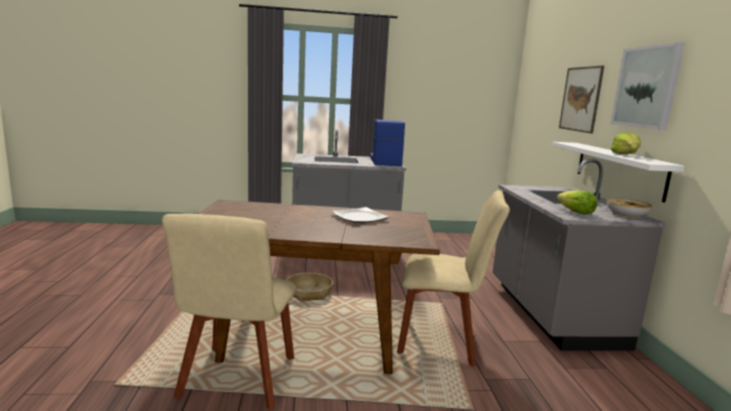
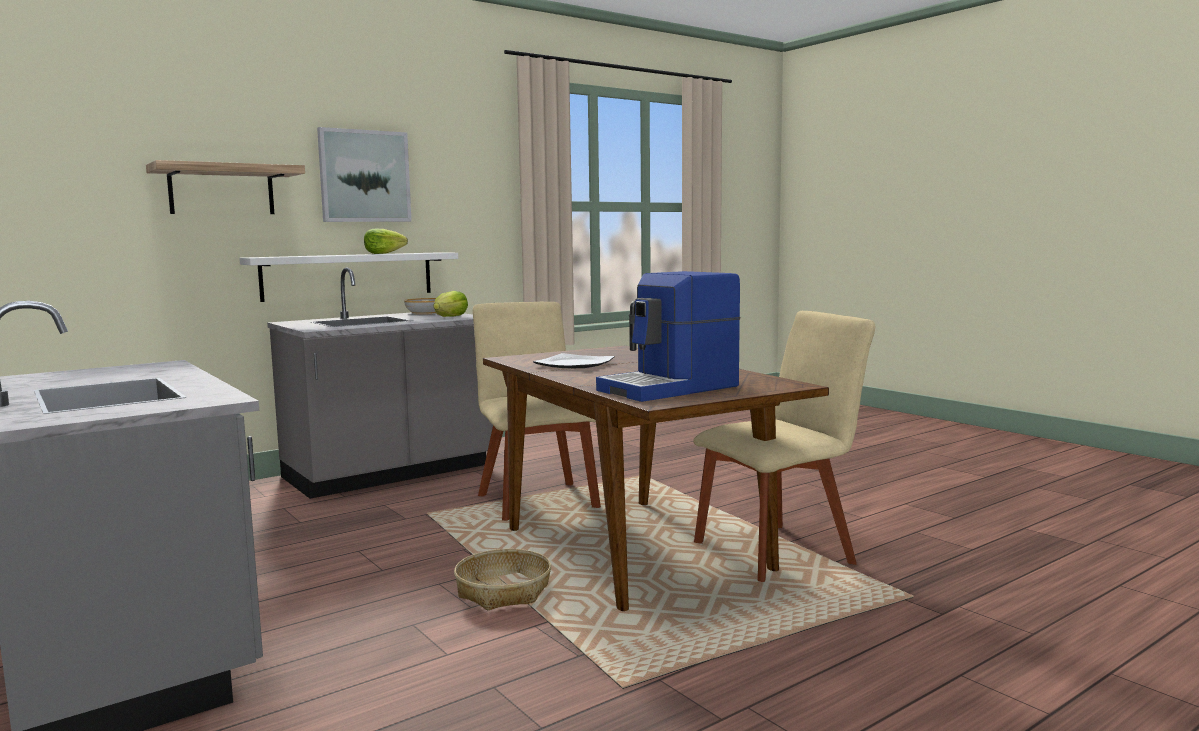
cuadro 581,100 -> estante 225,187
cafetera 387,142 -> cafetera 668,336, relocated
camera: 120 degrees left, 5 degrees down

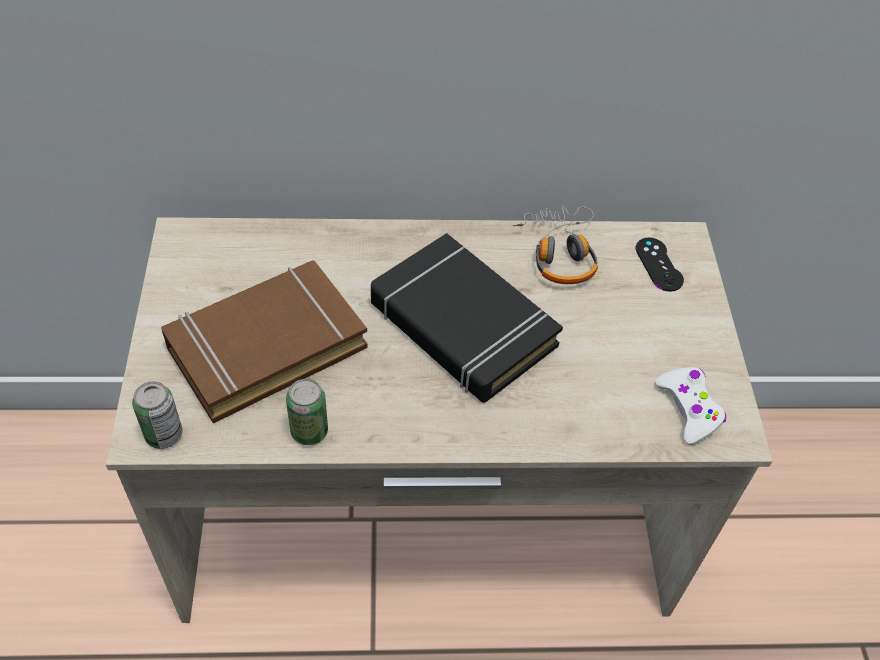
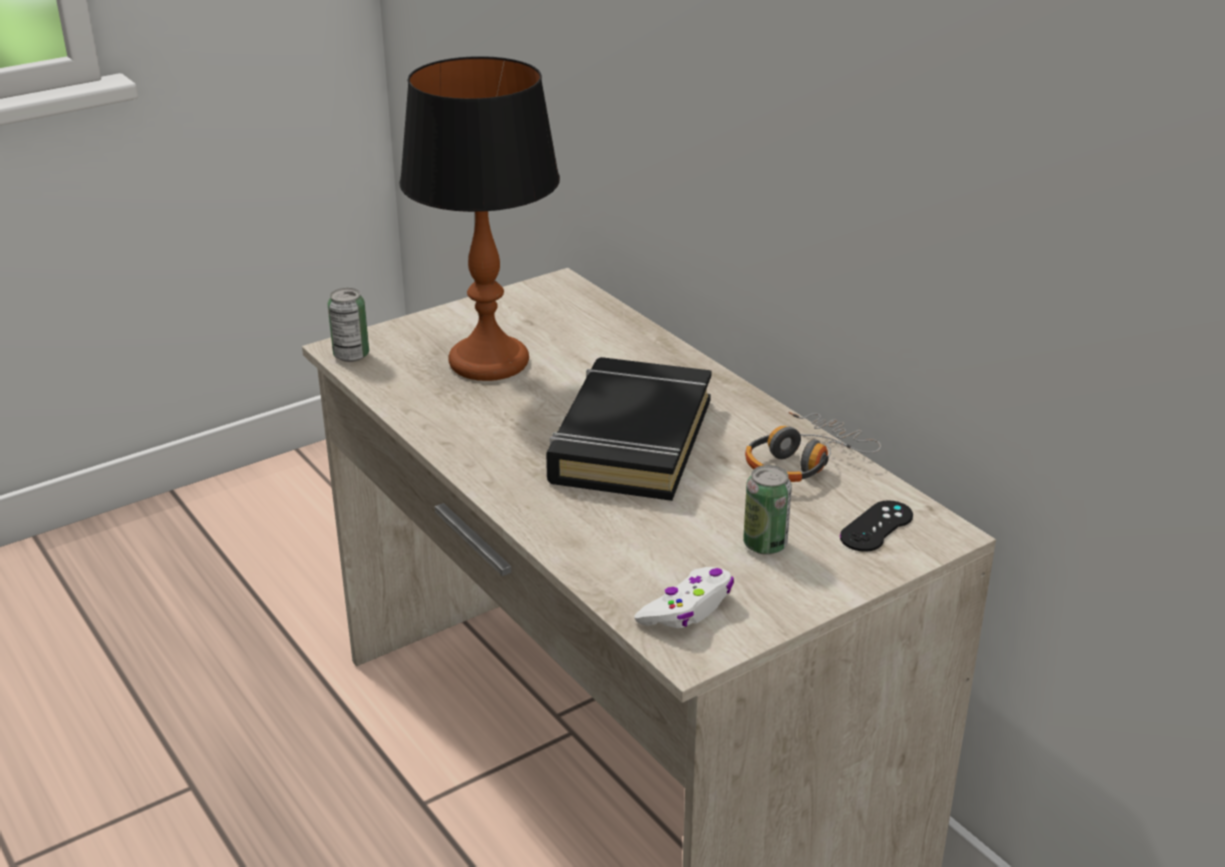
libro [marrón] 264,341 -> lámpara de mesa 479,218
lata 307,412 -> lata 767,510, relocated
camera: 60 degrees right, 20 degrees down

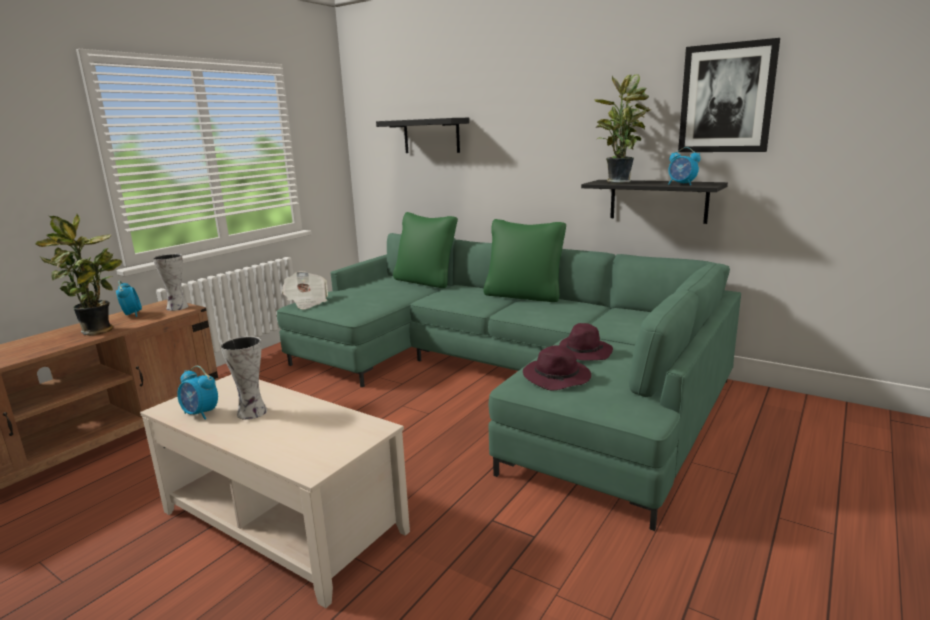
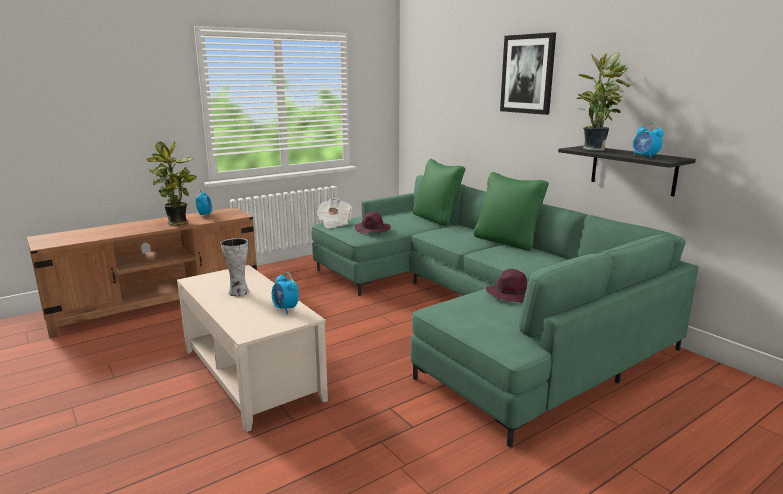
cuadro 729,95 -> cuadro 528,73, relocated
estante [negro] 422,135 -> none
florero 171,282 -> none
sombrero [morado] 557,367 -> sombrero [morado] 373,223, relocated
despertador 197,392 -> despertador 285,293, relocated
camera: 20 degrees right, 0 degrees up

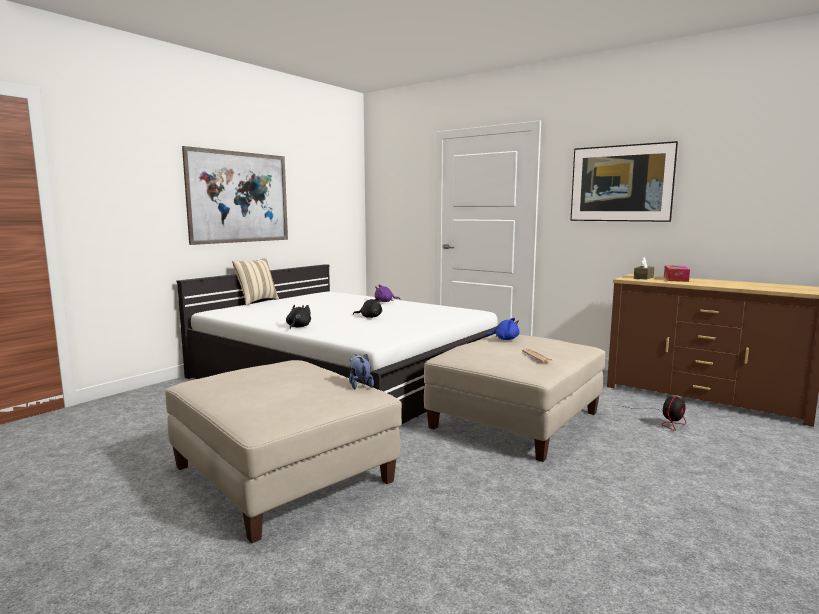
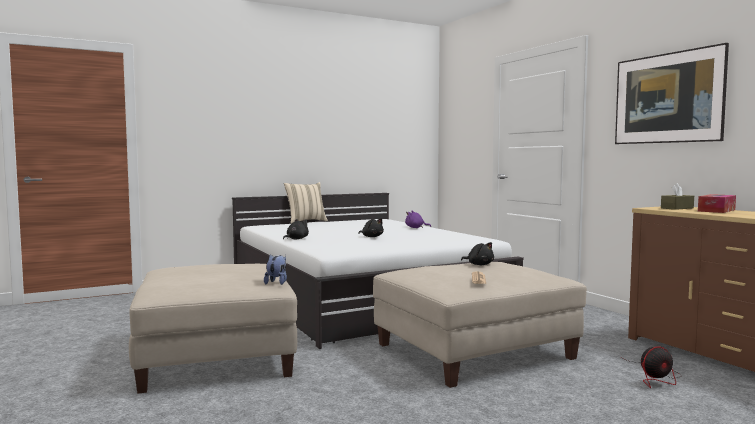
cuadro 235,195 -> none
peluche [azul] 502,329 -> peluche [negro] 477,253
camera: 25 degrees right, 5 degrees down

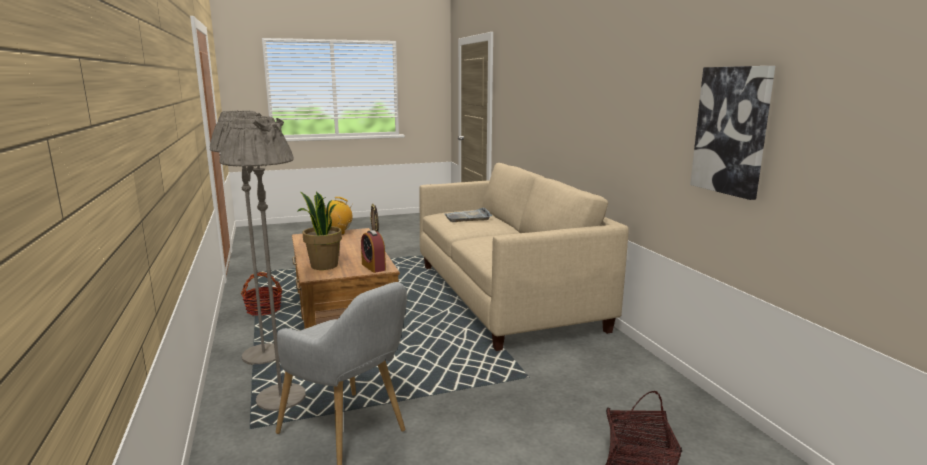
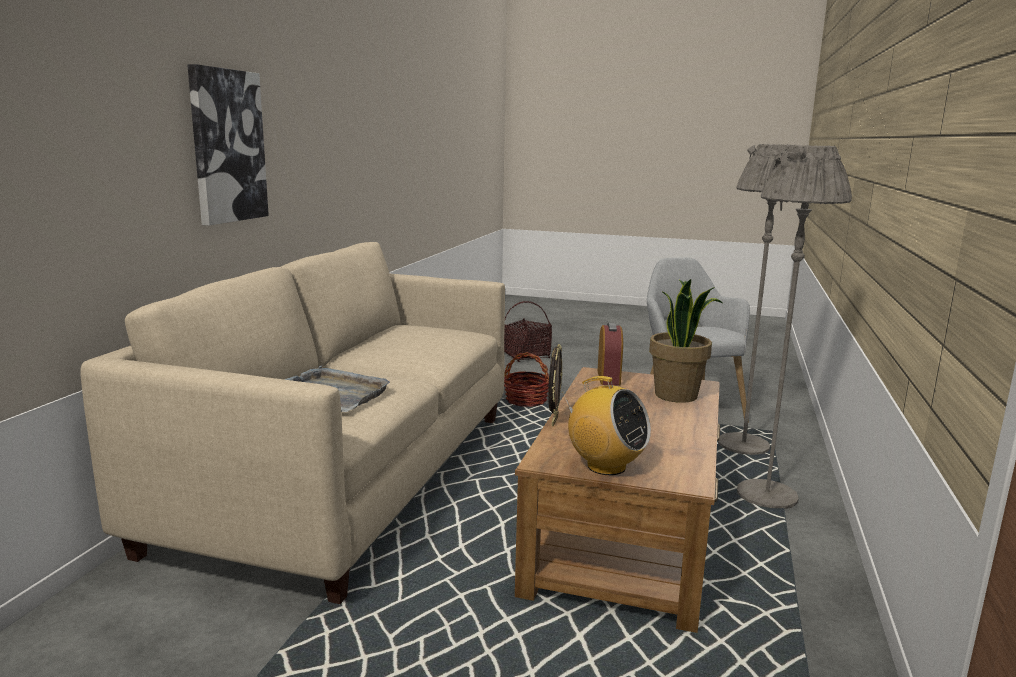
cuadro 732,133 -> cuadro 228,145, relocated
cesta 261,294 -> cesta 526,379, relocated
camera: 145 degrees left, 0 degrees up

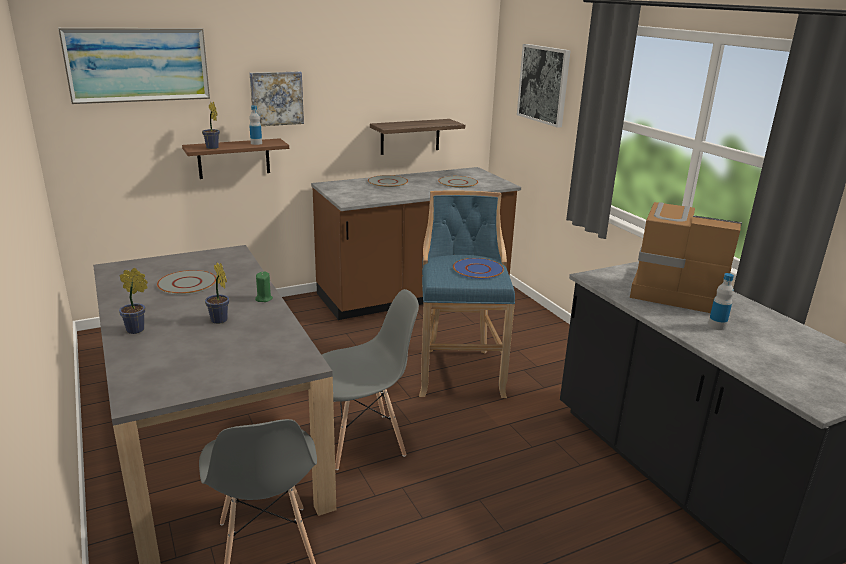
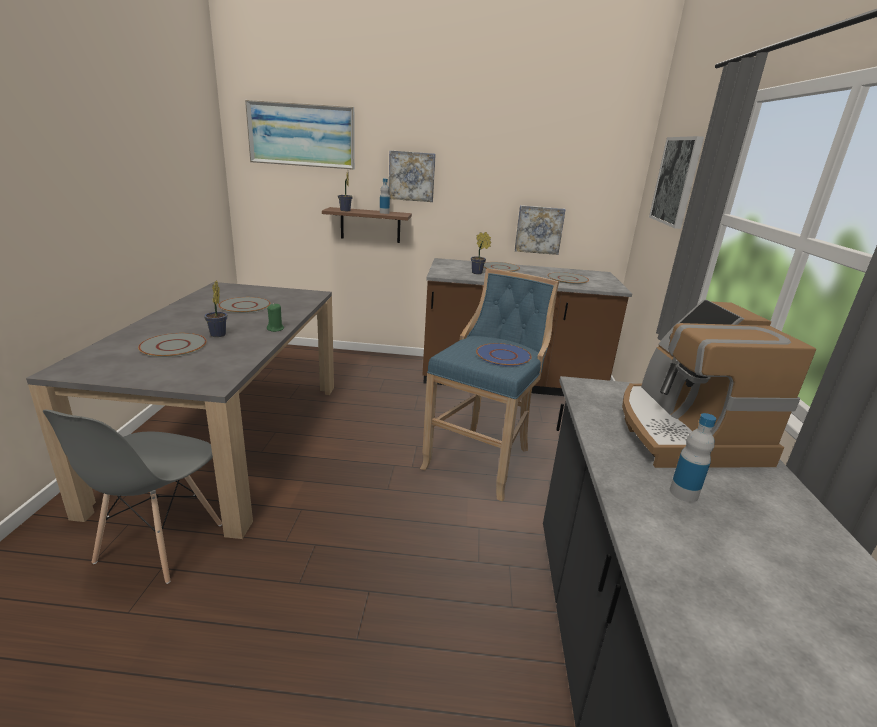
estante 417,137 -> cuadro 540,230
cafetera 686,257 -> cafetera 719,383, 150 degrees counterclockwise
planta en maceta 133,301 -> planta en maceta 481,253, relocated
silla [gris] 370,379 -> none
none -> plato [gris] 172,345
camera: 30 degrees right, 0 degrees up

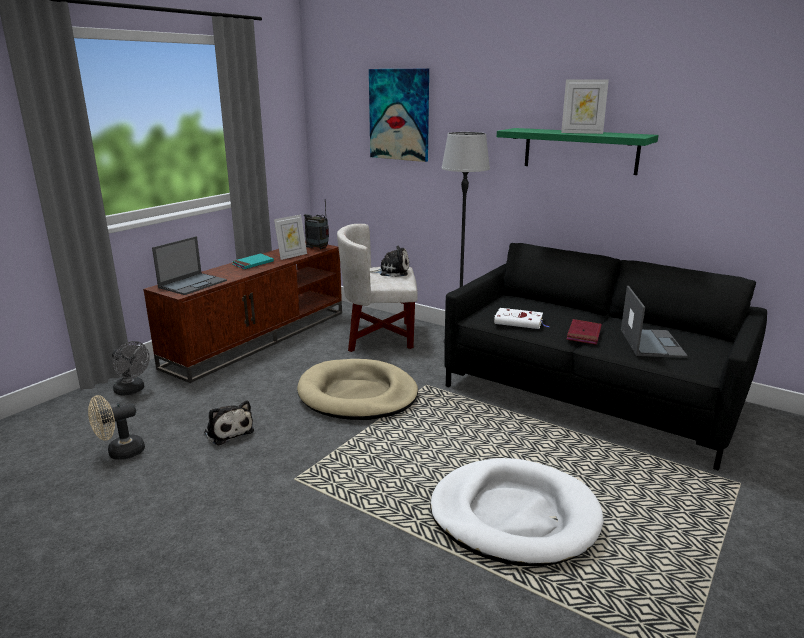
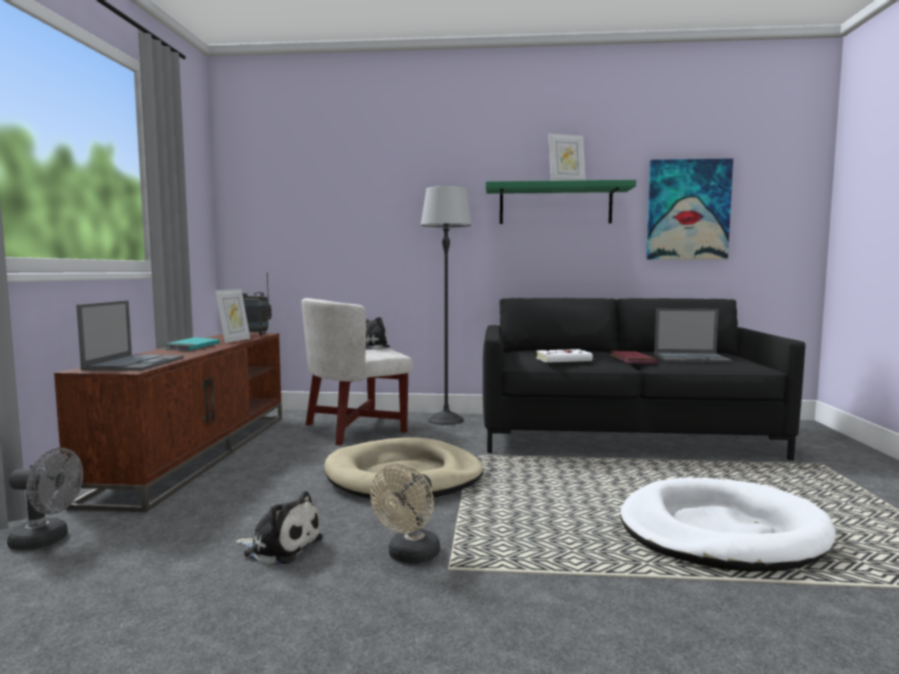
cuadro 399,115 -> cuadro 689,209, relocated
portátil 654,322 -> portátil 693,335, 120 degrees clockwise
ventilador [beis] 116,427 -> ventilador [beis] 405,513, relocated
camera: 30 degrees left, 15 degrees down

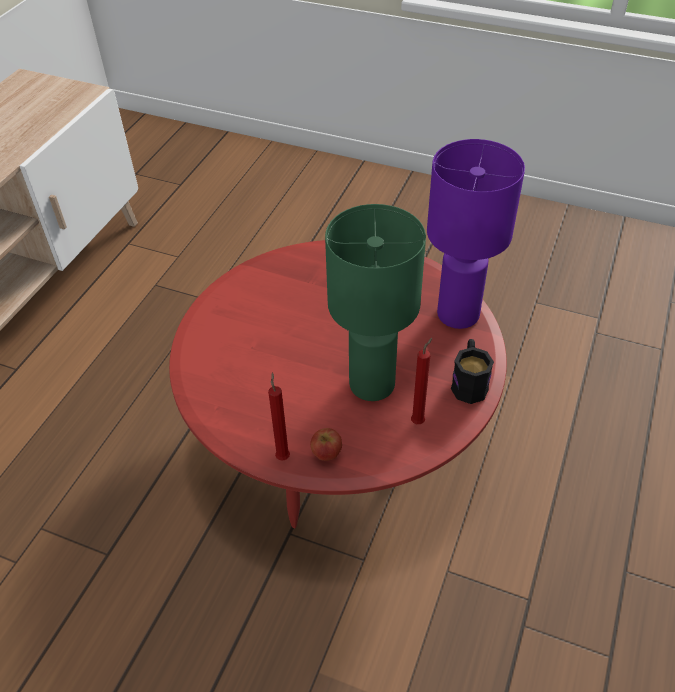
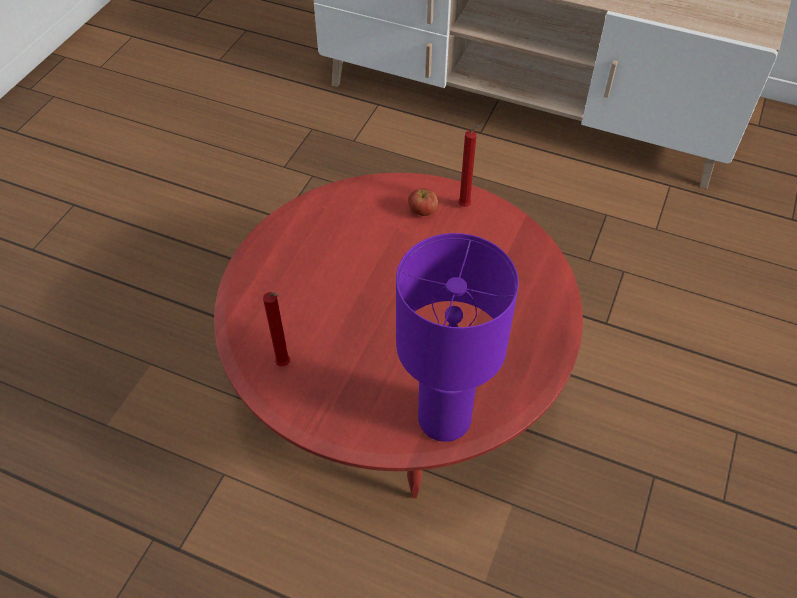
lámpara de mesa [verde] 375,302 -> none
taza grande [negro] 472,371 -> none
vela [rojo] 279,416 -> vela [rojo] 471,165, relocated
manzana 326,444 -> manzana 423,202, relocated
camera: 90 degrees right, 5 degrees up

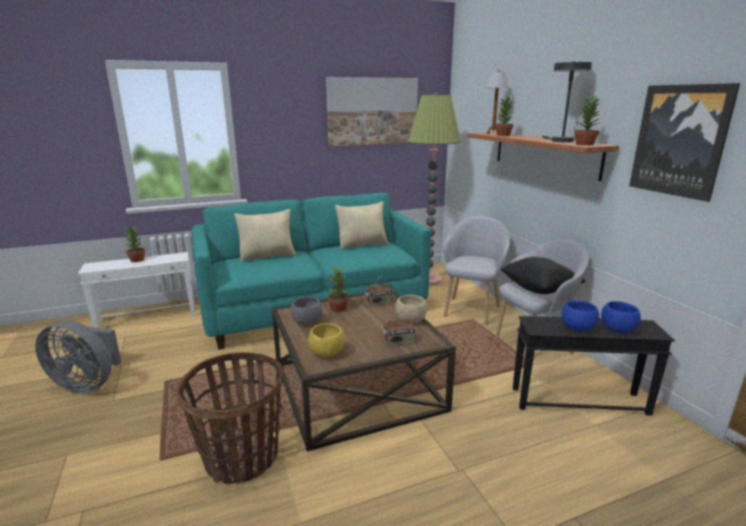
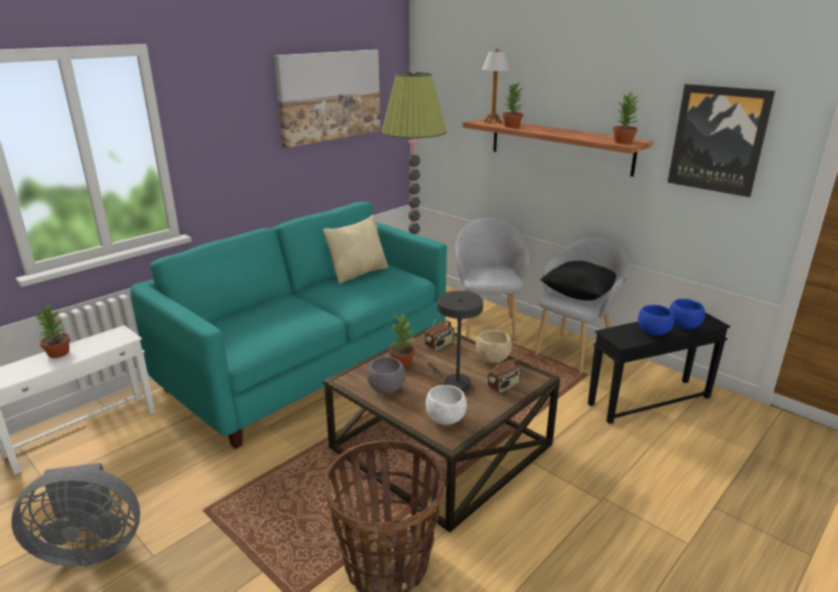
lámpara de mesa [gris] 567,102 -> lámpara de mesa [gris] 455,341, relocated
cojín [beis] 264,235 -> none
cuenco [amarillo] 326,340 -> cuenco [blanco] 446,405
camera: 25 degrees left, 5 degrees up

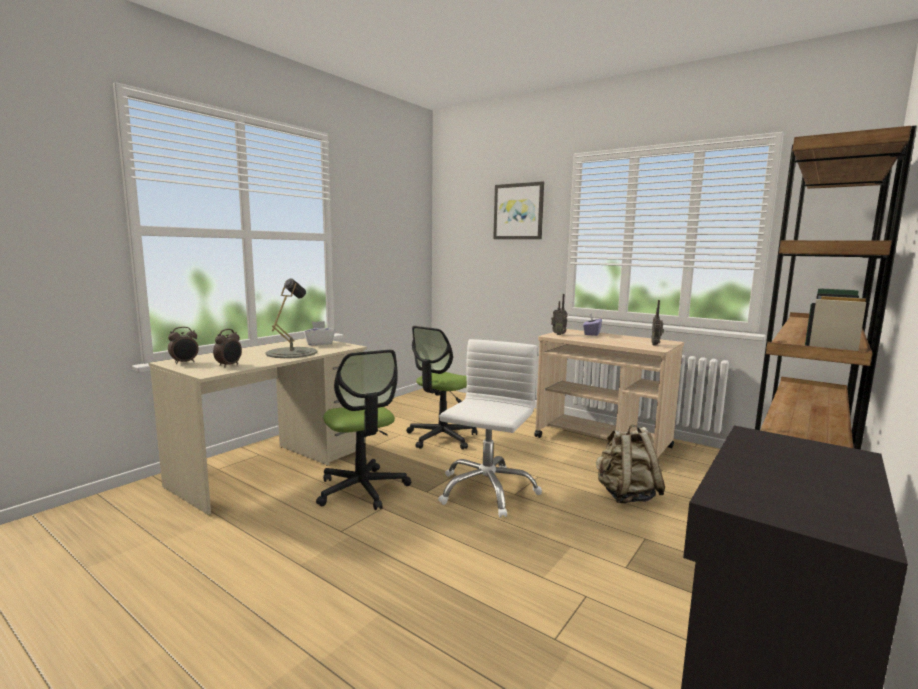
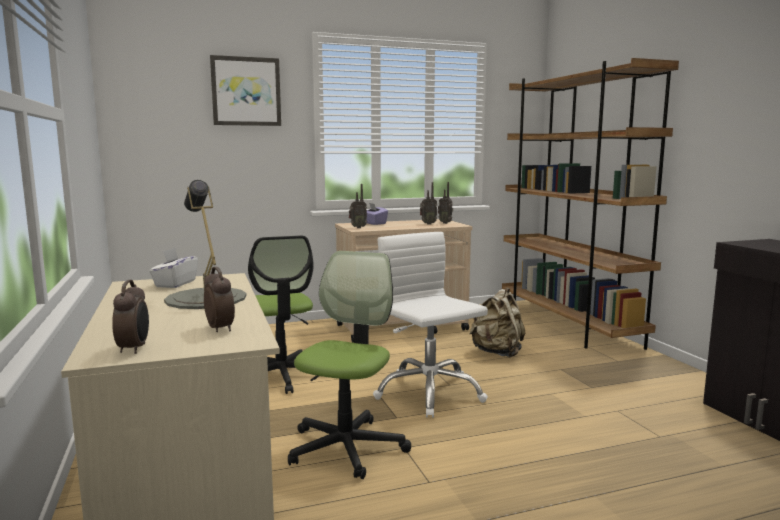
silla de oficina 363,430 -> silla de oficina 349,365, 75 degrees counterclockwise
none -> radio 428,203
camera: 55 degrees left, 0 degrees up

